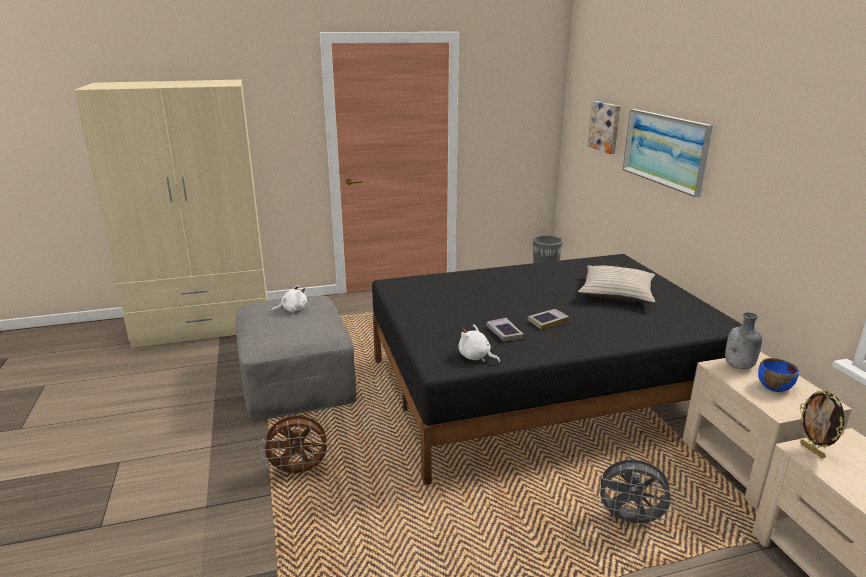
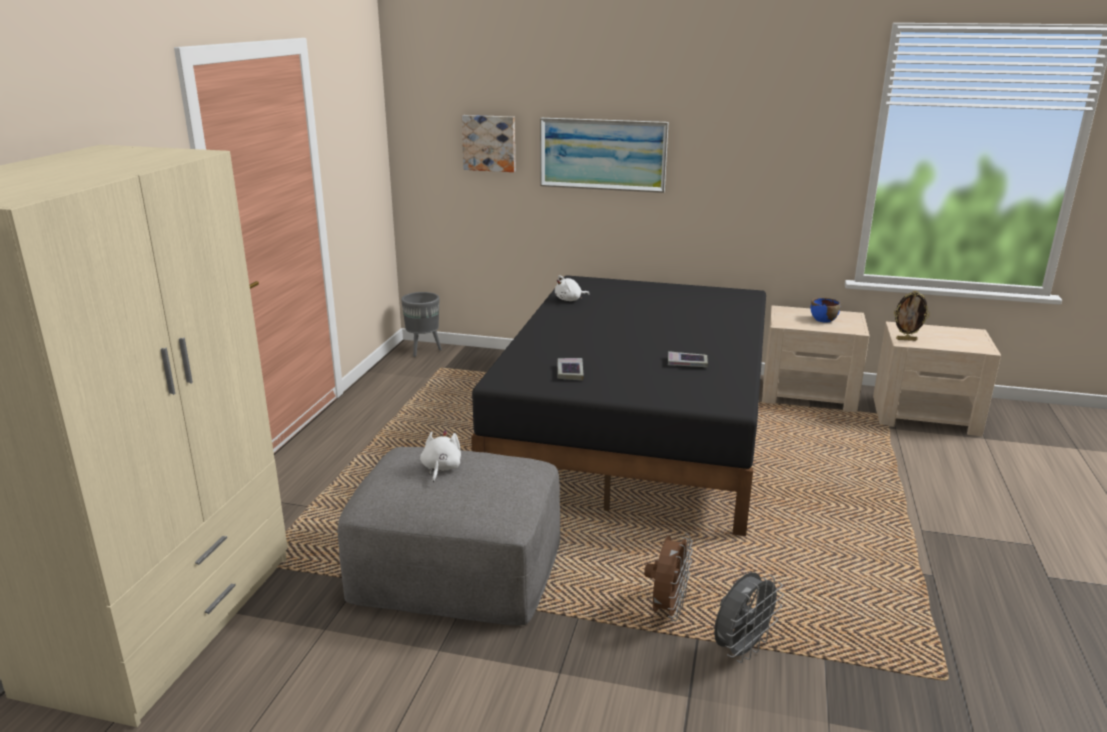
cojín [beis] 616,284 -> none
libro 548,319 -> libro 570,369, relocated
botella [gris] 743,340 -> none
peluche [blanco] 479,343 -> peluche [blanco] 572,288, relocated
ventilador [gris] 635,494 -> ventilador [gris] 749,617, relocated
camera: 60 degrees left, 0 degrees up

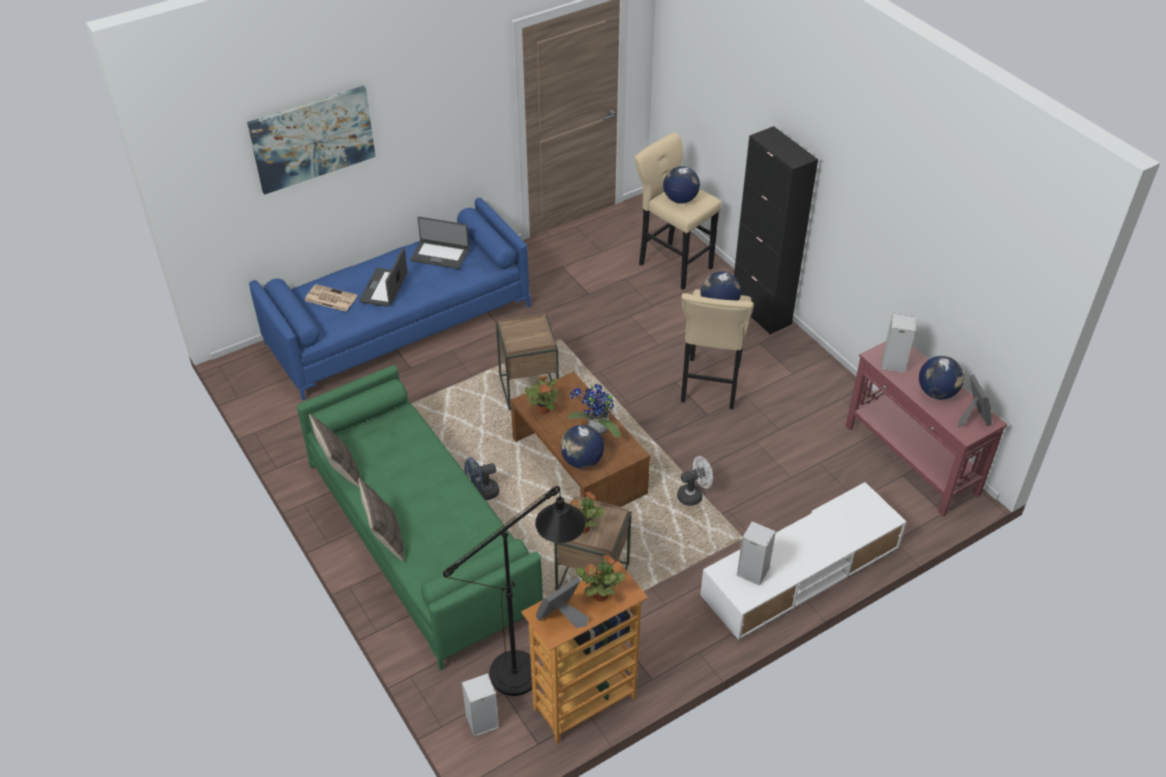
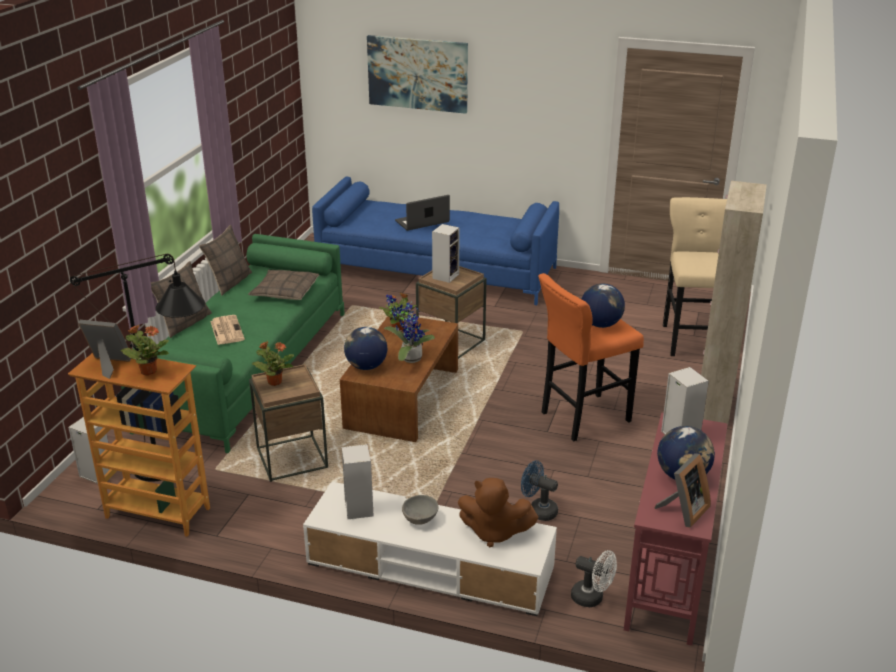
armario [negro] 776,230 -> armario [beis] 734,302
globo terráqueo 681,184 -> none
portátil 439,243 -> none
periódico 331,298 -> periódico 227,330, relocated
taburete [beis] 717,349 -> taburete [naranja] 591,357
ventilador [blanco] 695,481 -> ventilador [blanco] 594,578, relocated
ventilador [azul] 481,478 -> ventilador [azul] 539,490, relocated
none -> altavoz 445,253
none -> cojín 283,285
none -> peluche [marrón] 498,512
none -> cuenco [gris] 420,510
camera: 50 degrees right, 15 degrees down

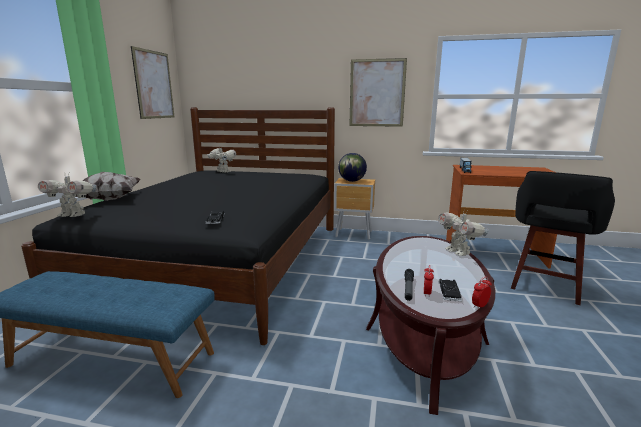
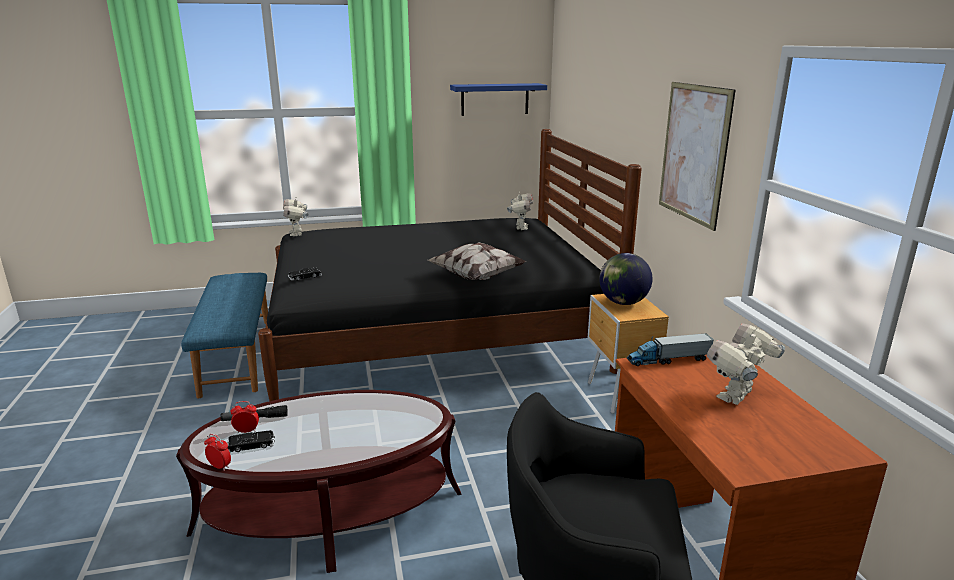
cuadro 152,82 -> estante [azul] 498,99
cojín 107,186 -> cojín 477,261, relocated
robot de juguete 463,232 -> robot de juguete 746,364, relocated
camera: 65 degrees right, 5 degrees up

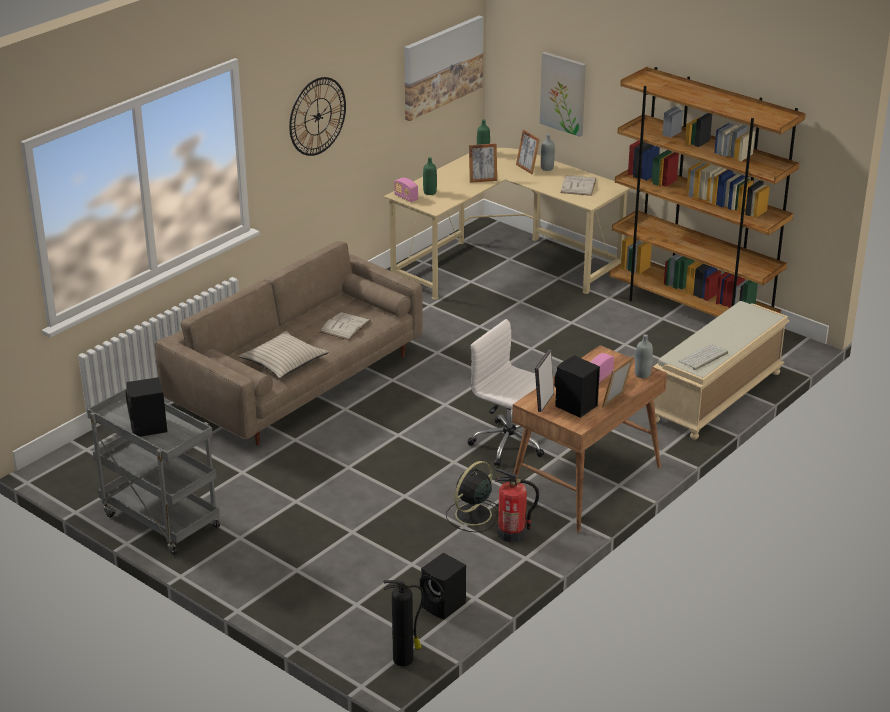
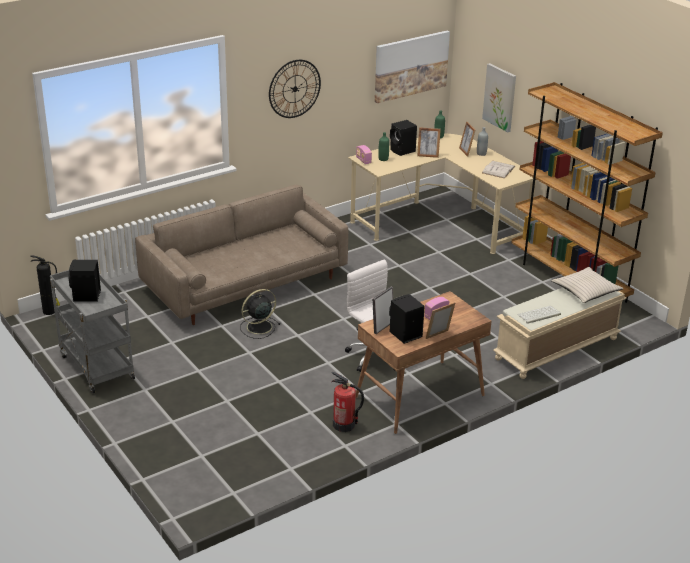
libro [blanco] 345,326 -> none
cojín [beis] 284,354 -> cojín [beis] 587,285, relocated
botella [gris] 644,356 -> none
ventilador [negro] 472,496 -> ventilador [negro] 260,314, relocated
altavoz [negro] 443,586 -> altavoz [negro] 403,138, relocated
extintor 403,623 -> extintor 45,285, relocated
camera: 15 degrees right, 0 degrees up

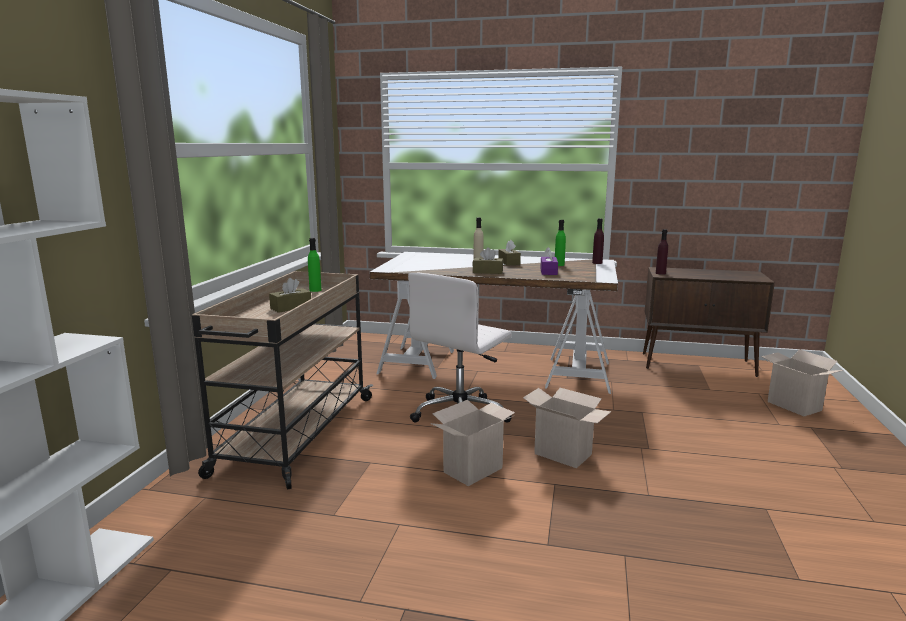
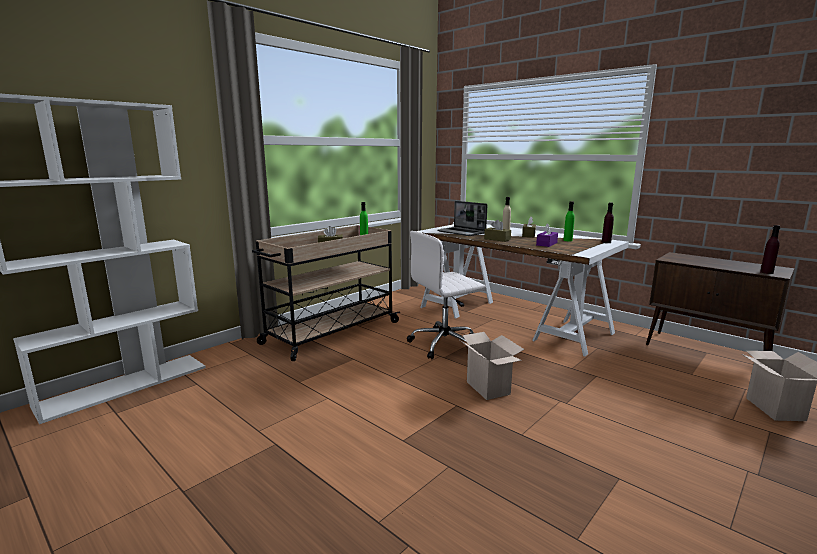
botella [morado] 662,252 -> botella [morado] 770,249, relocated
caja de cartón 473,443 -> none
none -> portátil 462,218
camera: 30 degrees right, 0 degrees up

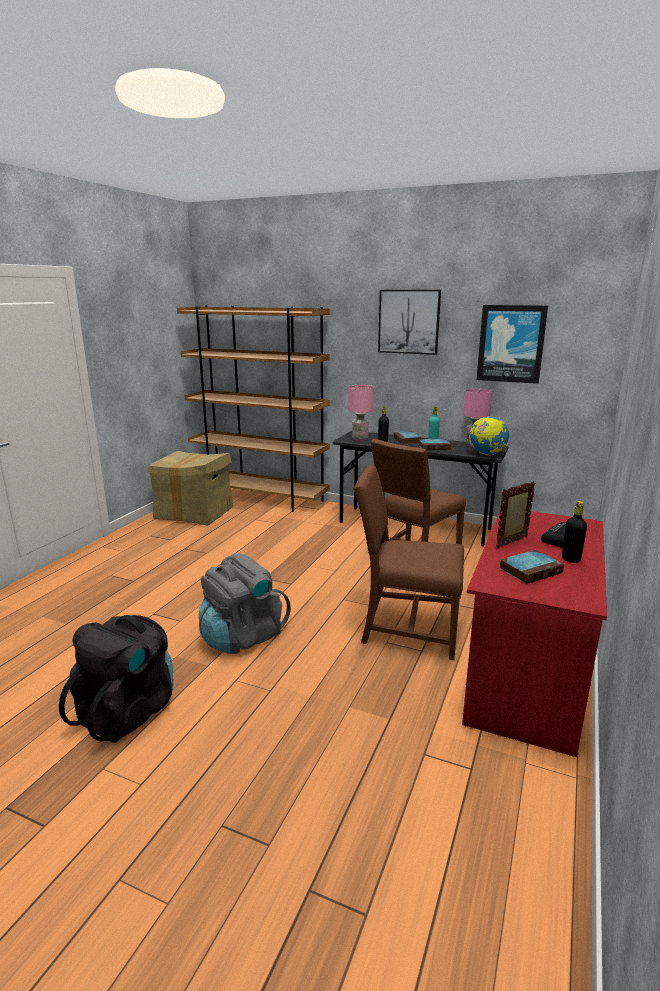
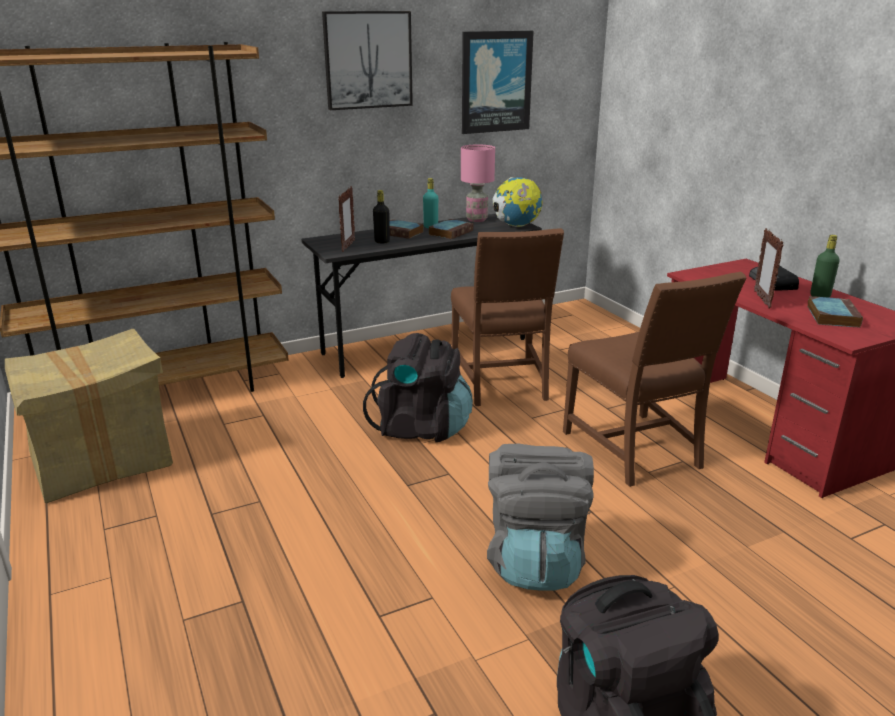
lámpara de mesa [rosa] 361,413 -> portarretratos 346,219
silla [marrón] 408,562 -> silla [marrón] 655,379, 75 degrees counterclockwise
botella [negro] 574,532 -> botella [verde] 825,266
none -> mochila [negro] 418,387
camera: 50 degrees left, 5 degrees up

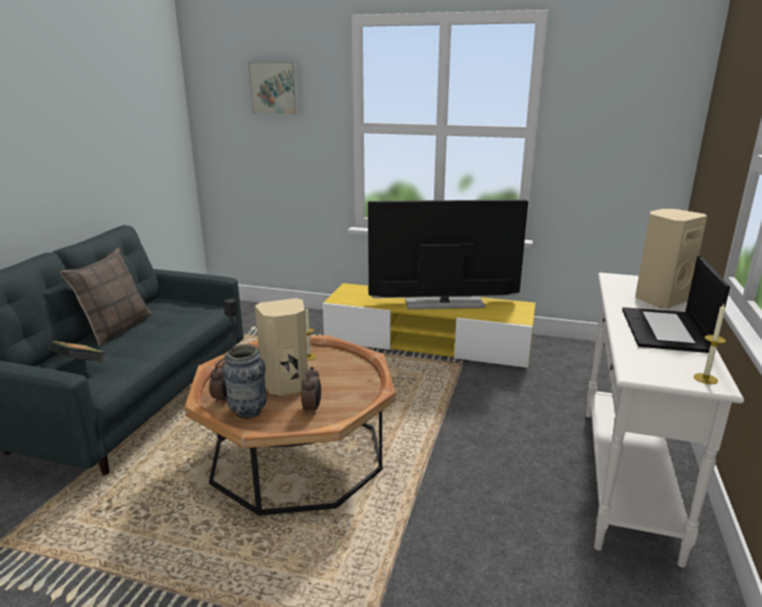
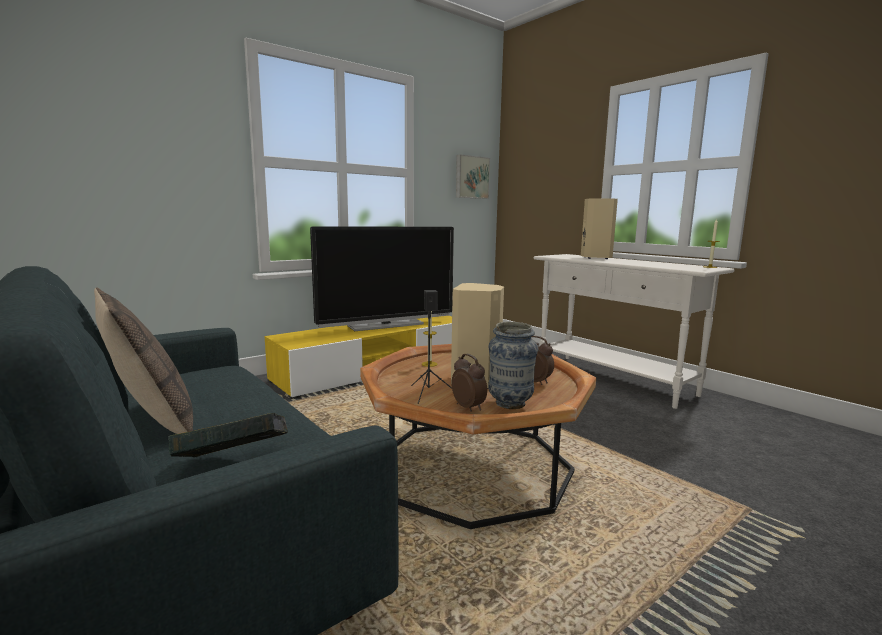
cuadro 273,88 -> cuadro 473,176, relocated
televisor 448,254 -> televisor 382,278, 150 degrees counterclockwise
portátil 676,304 -> none
camera: 55 degrees left, 10 degrees down

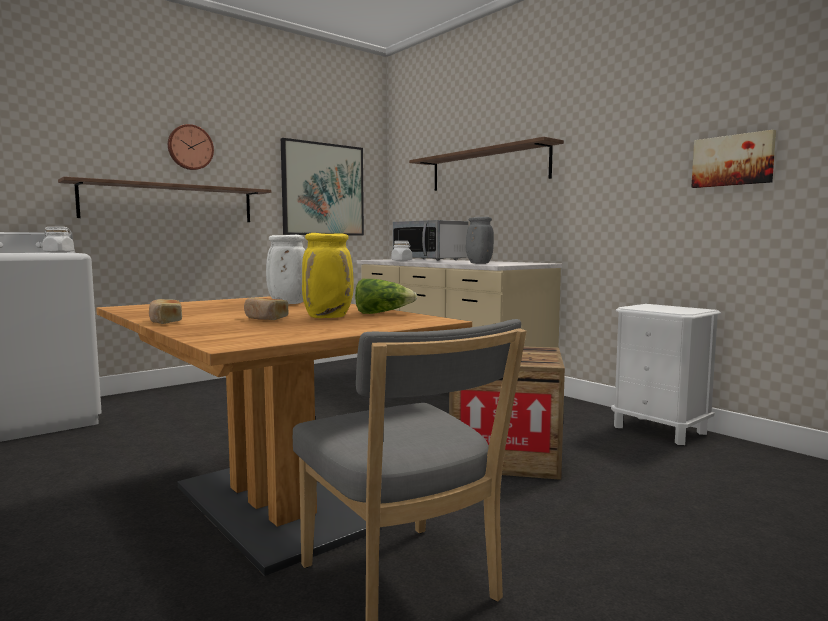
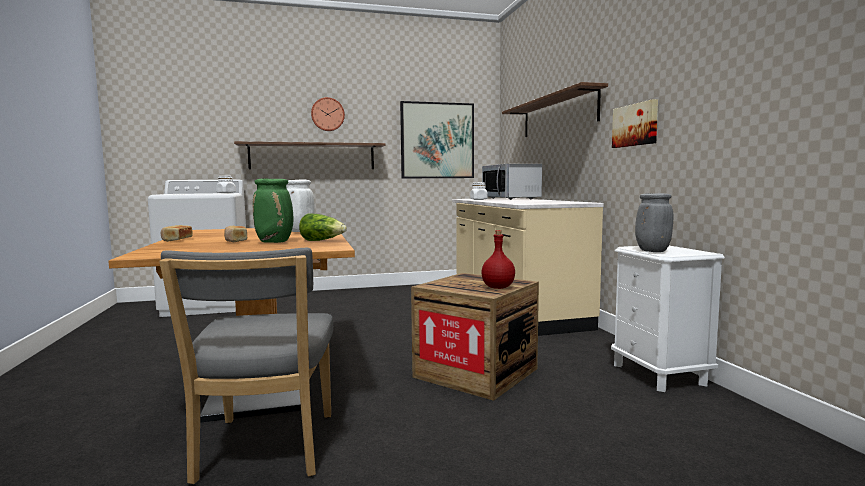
cuadro 733,159 -> cuadro 635,123, relocated
florero [gris] 480,240 -> florero [gris] 654,222, relocated
florero [amarillo] 328,275 -> florero [verde] 273,210
none -> botella [rojo] 498,259
camera: 25 degrees right, 0 degrees up

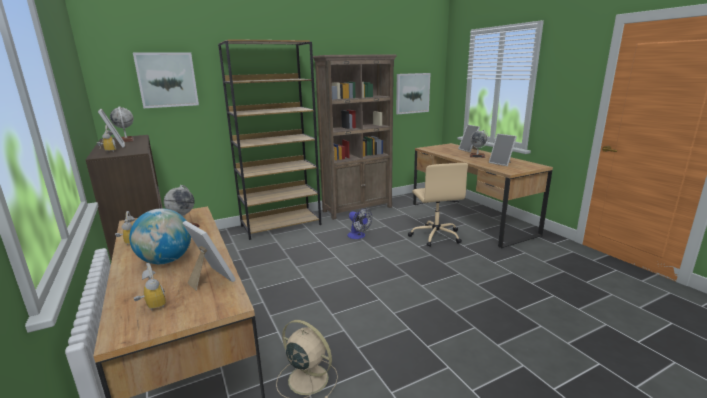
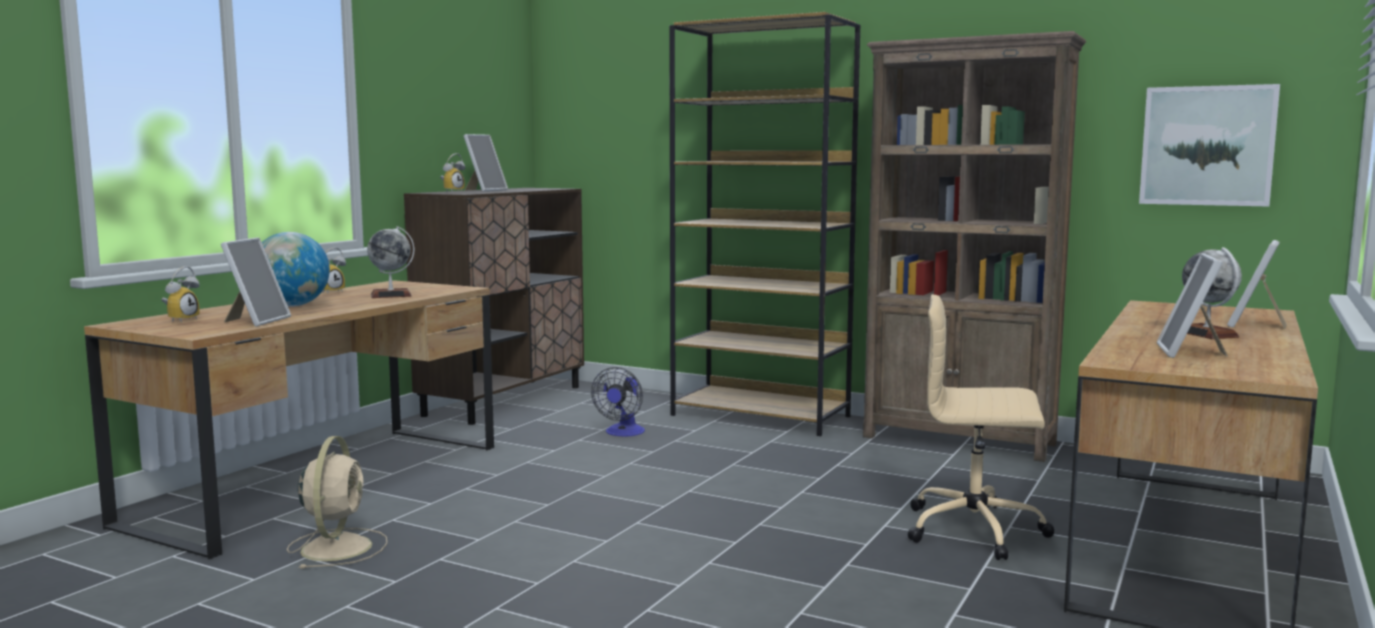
cuadro 166,80 -> none
globo terráqueo 122,124 -> none
silla de oficina [beis] 438,205 -> silla de oficina [beis] 981,427, 60 degrees clockwise
ventilador 359,223 -> ventilador 618,402, relocated
camera: 55 degrees right, 10 degrees down

